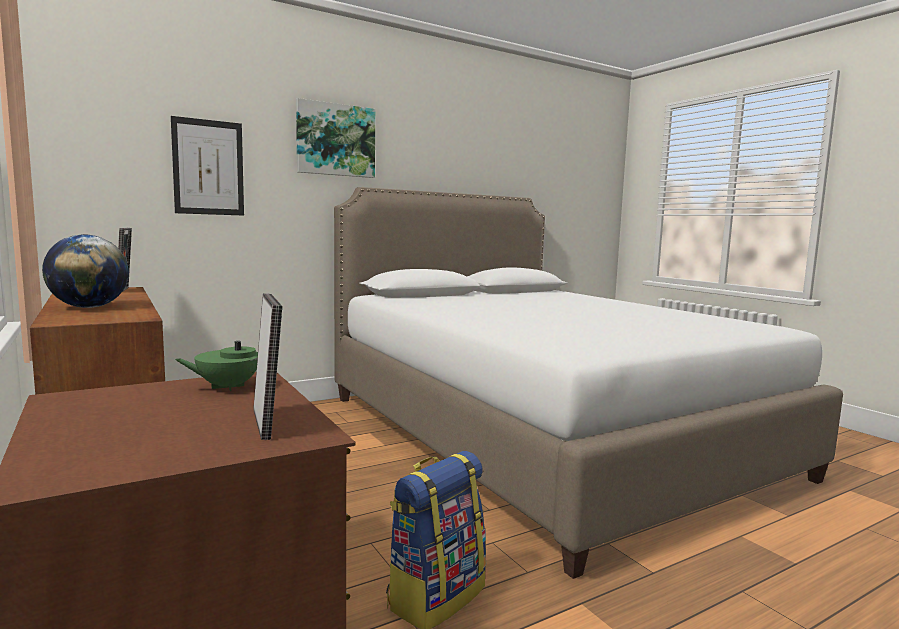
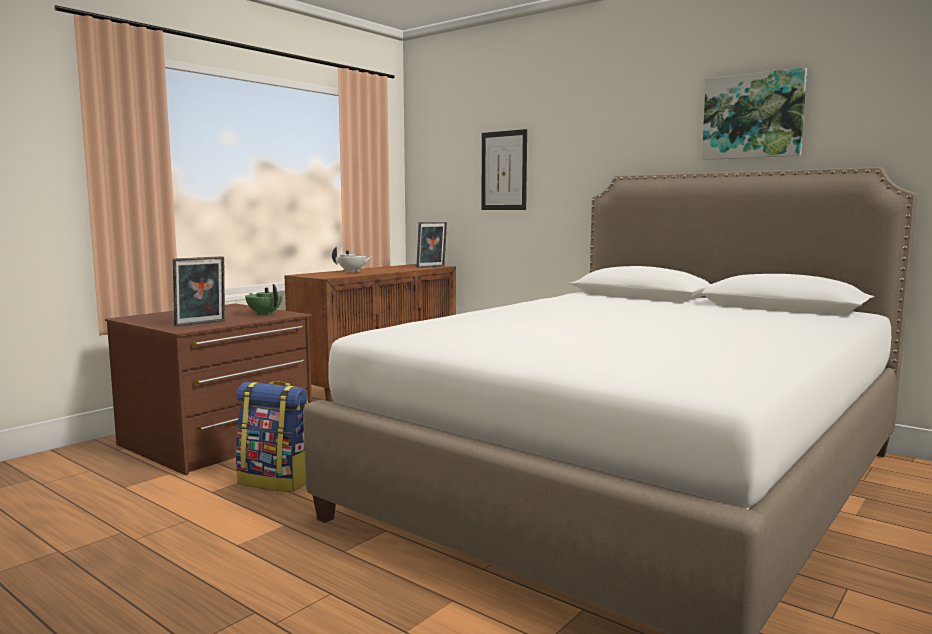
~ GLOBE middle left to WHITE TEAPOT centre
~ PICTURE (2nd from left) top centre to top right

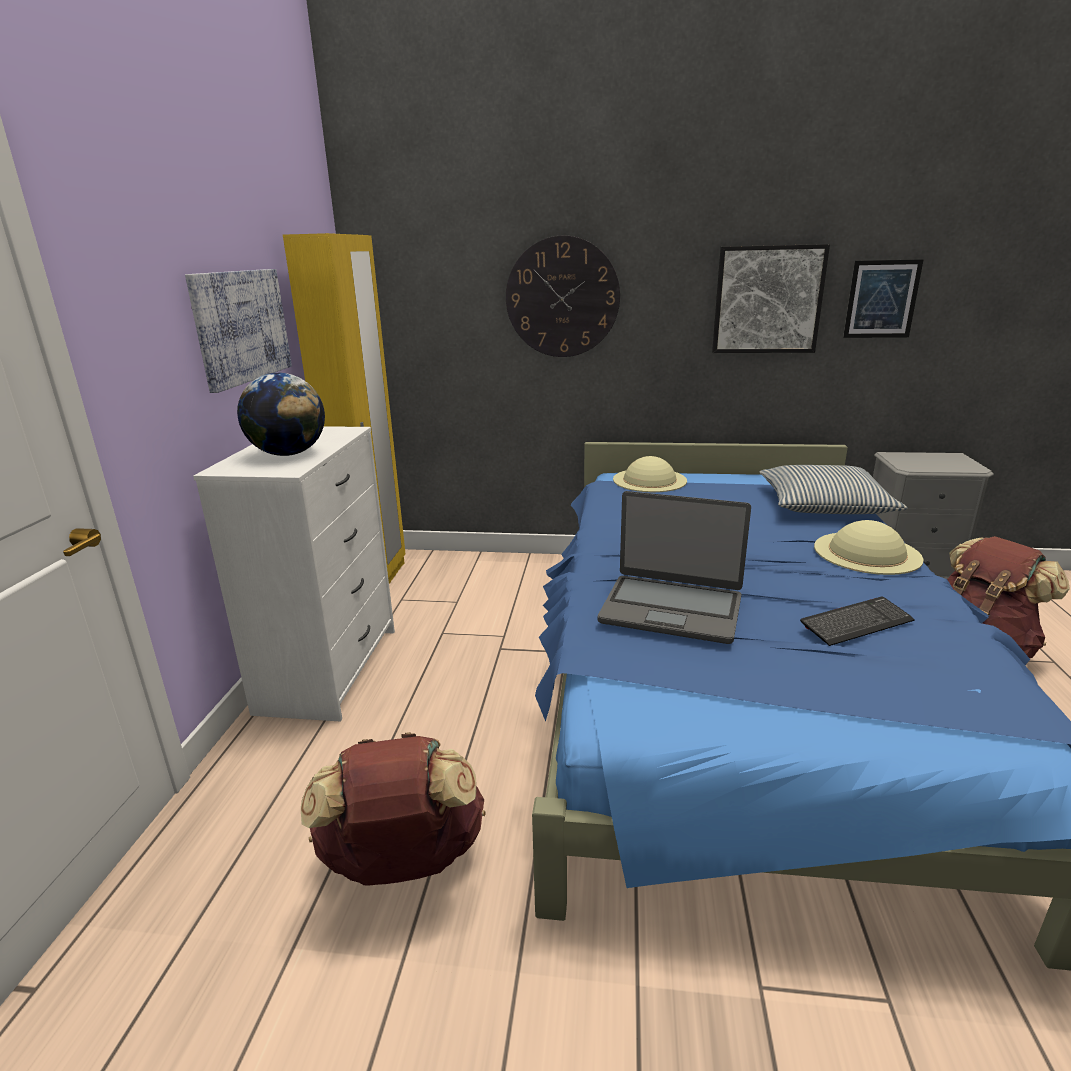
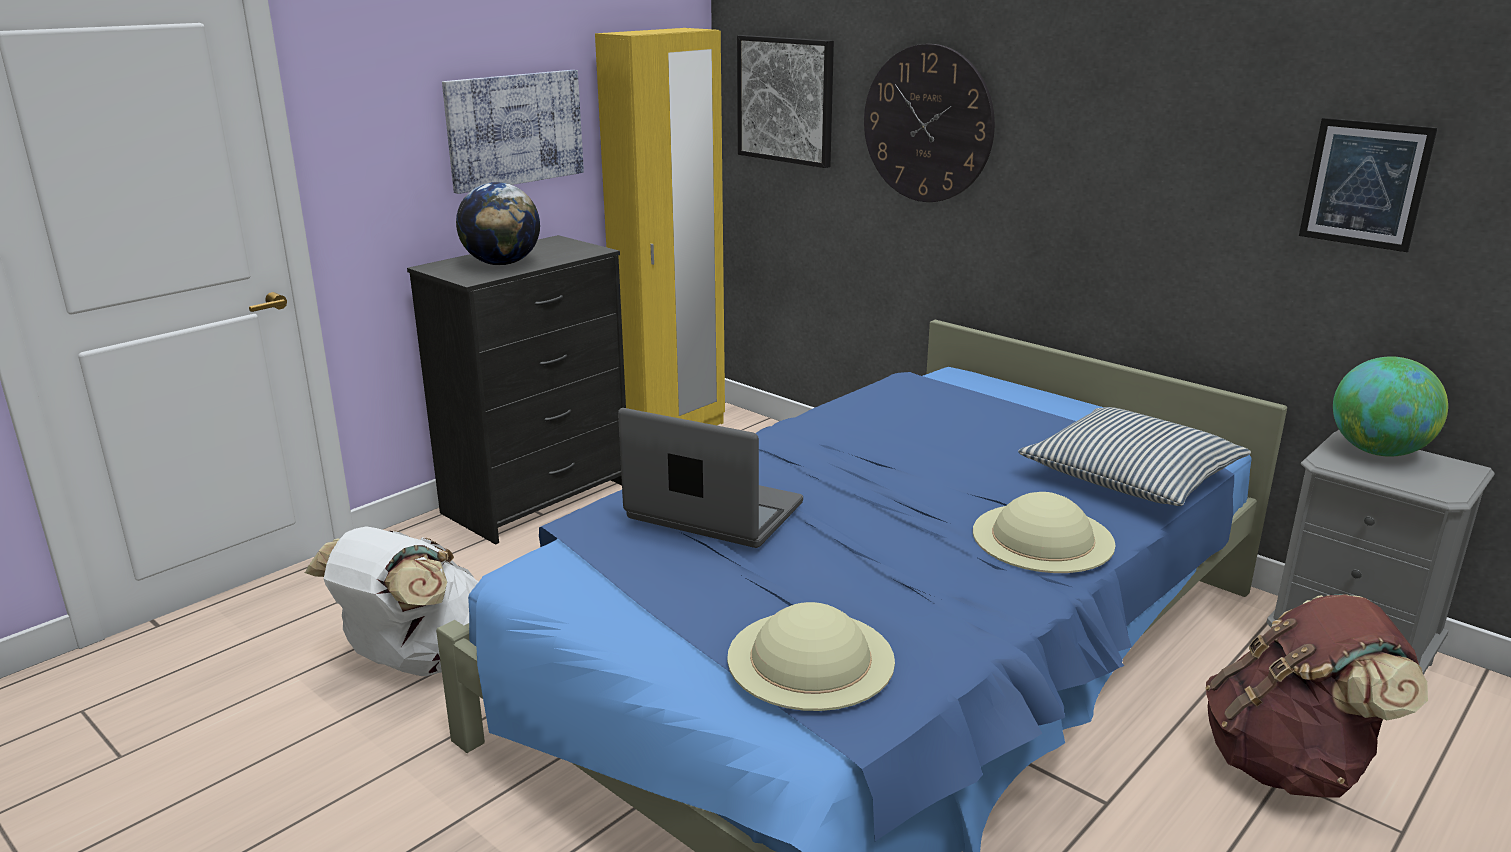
~ WHITE DRESSER middle left to BLACK DRESSER centre
~ BROWN BACKPACK (1st from left) bottom centre to WHITE BACKPACK bottom left
~ LAPTOP centre = centre 150 degrees clockwise
~ BEIGE HAT (1st from left) centre to bottom centre
~ PICTURE (2nd from left) top right to top centre
- KEYBOARD middle right
+ GLOBE (2nd from left) middle right

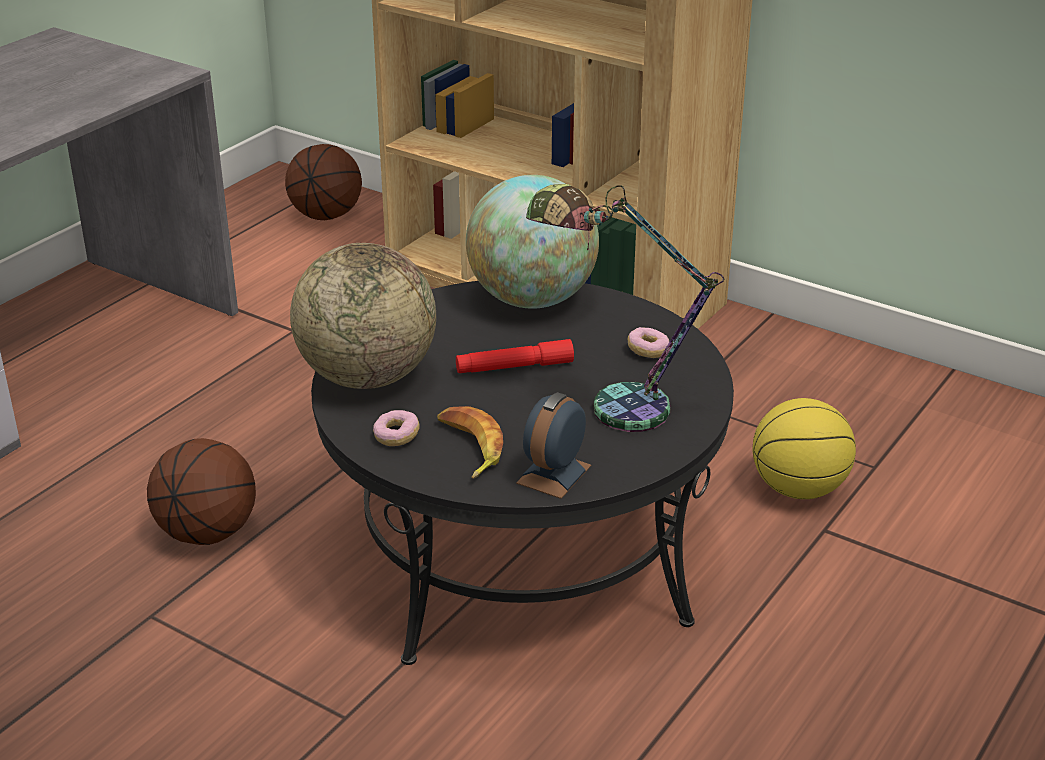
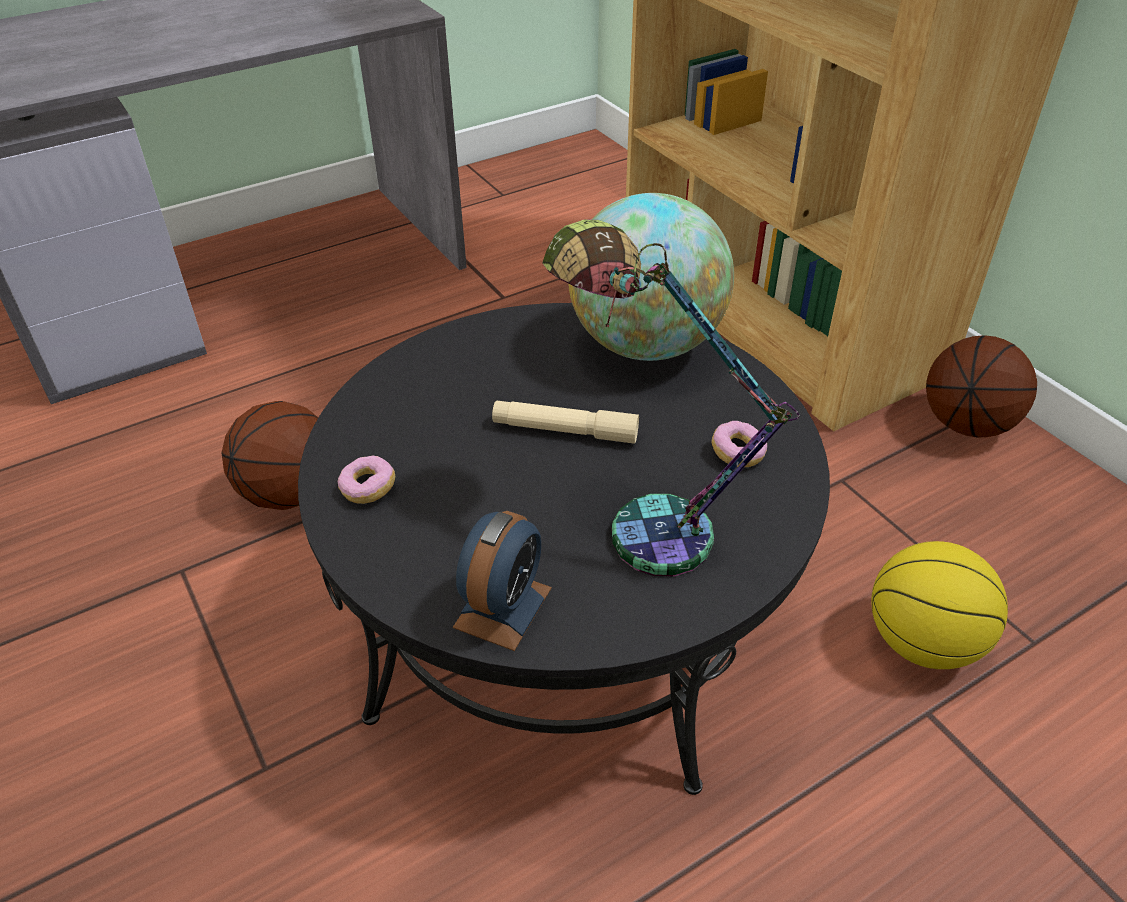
~ BASKETBALL (2nd from left in the first image) top left to BASKETBALL (3rd from left) middle right
- GLOBE (1st from left) centre
- BANANA centre
~ RED FLASHLIGHT centre to BEIGE FLASHLIGHT centre
~ ALARM CLOCK centre = centre 150 degrees clockwise

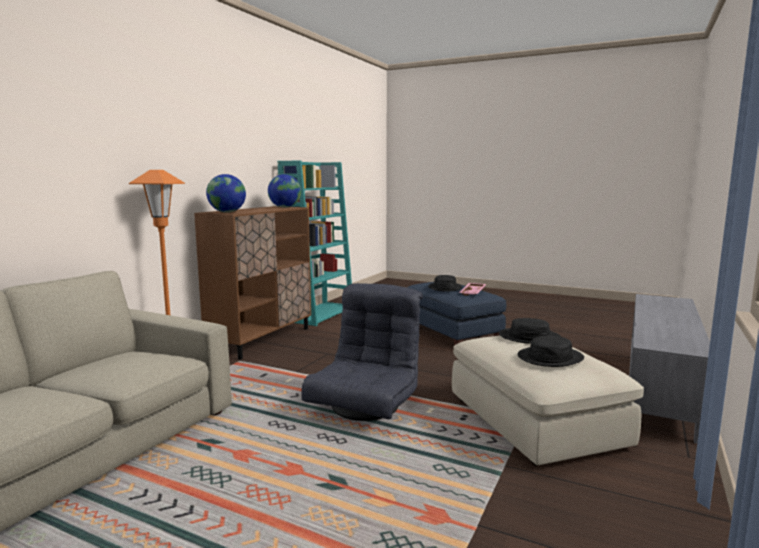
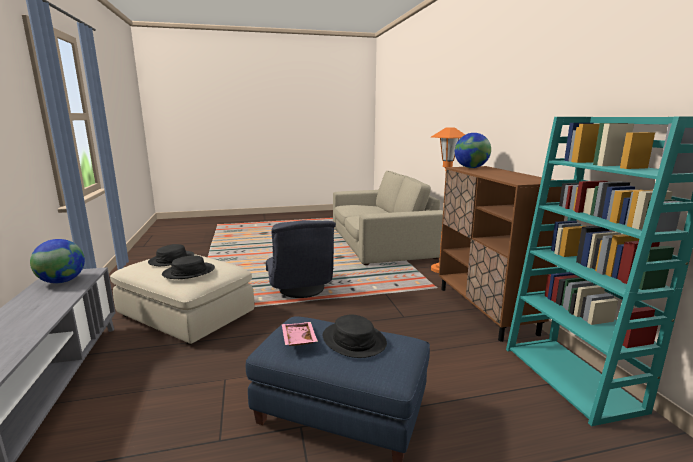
~ GLOBE (2nd from left in the first image) centre to GLOBE (1st from left) middle left

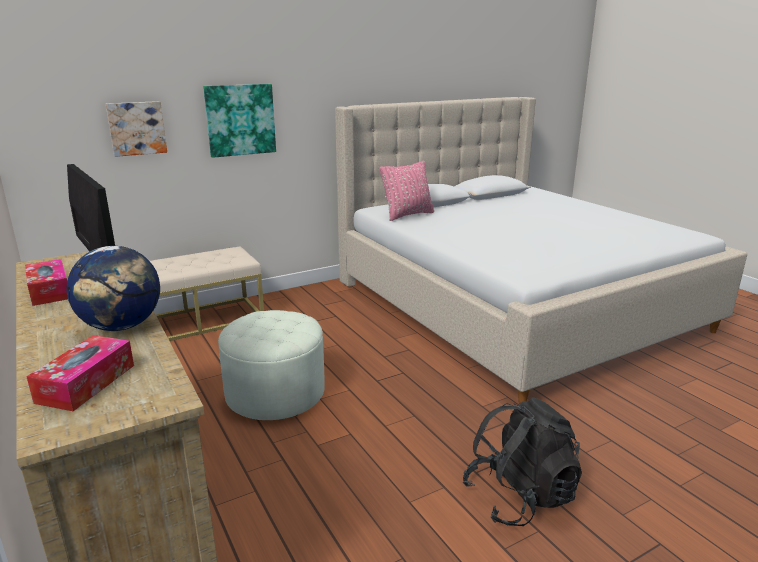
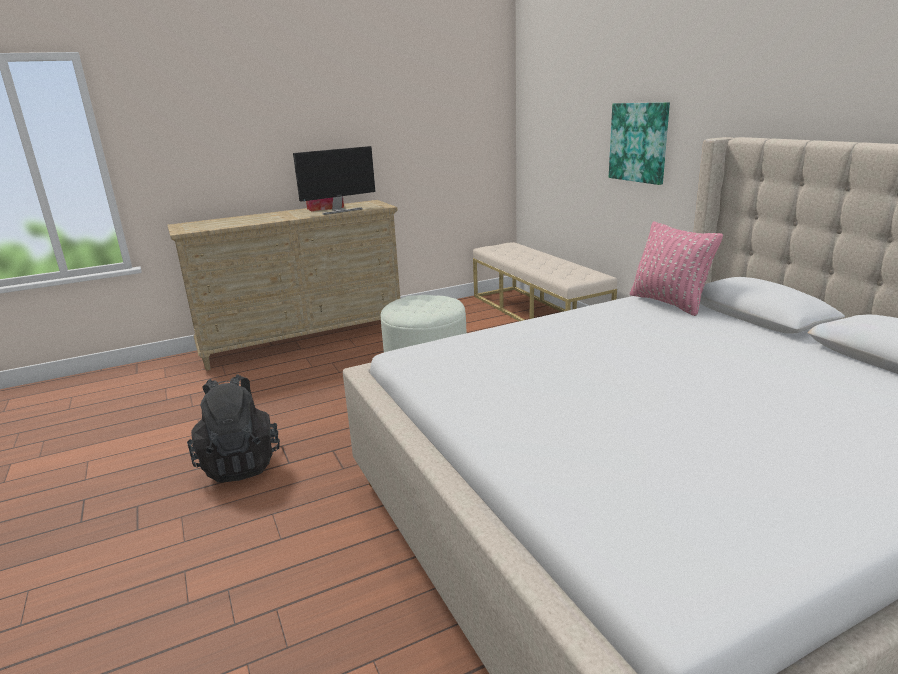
- TISSUE BOX (2nd from left) middle left
- GLOBE middle left
- PICTURE (1st from left) top left

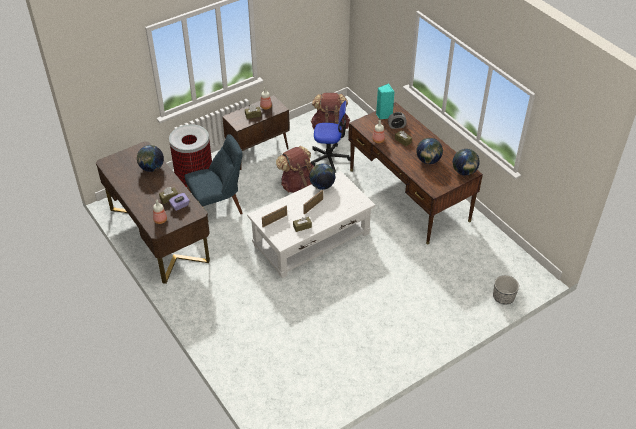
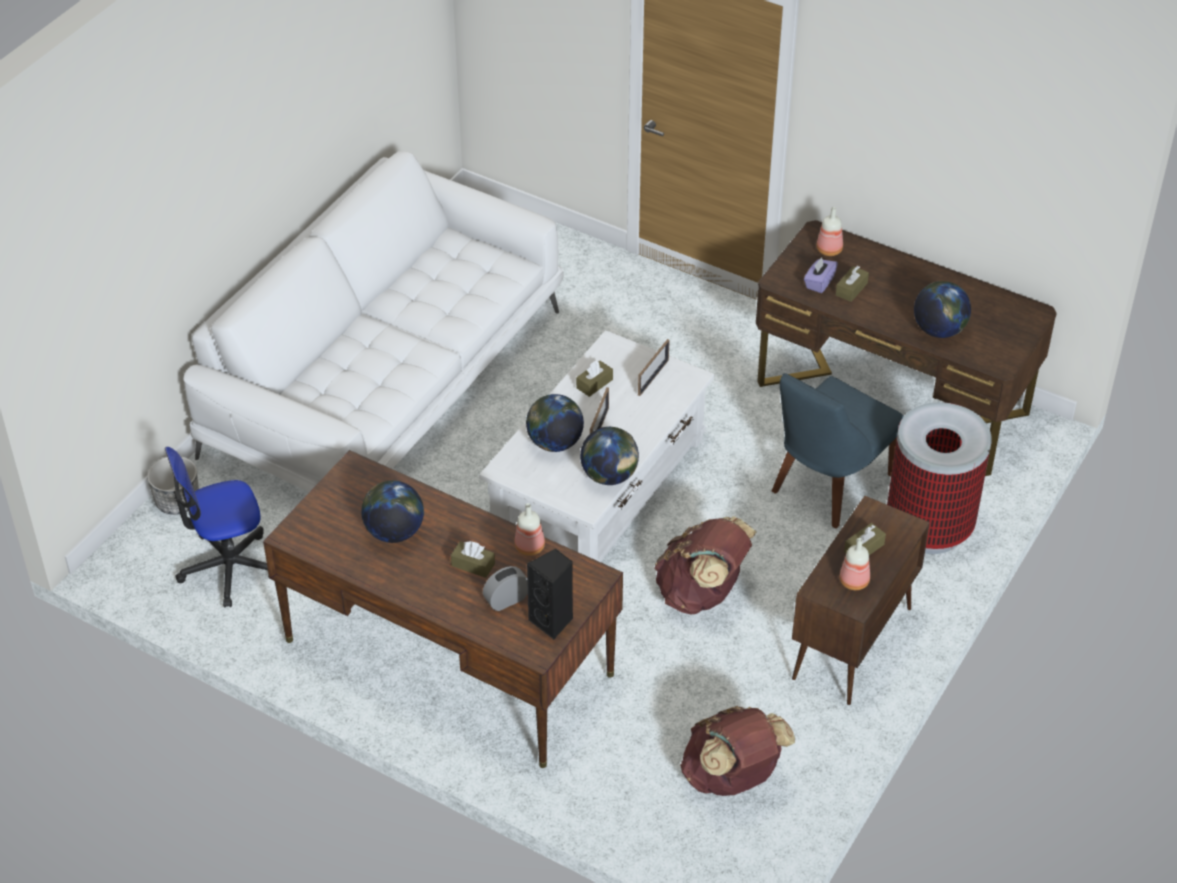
~ OFFICE CHAIR top centre to middle left
~ TURQUOISE SPEAKER top centre to BLACK SPEAKER bottom centre
~ GLOBE (4th from left in the first image) middle right to GLOBE (2nd from left) centre
+ WHITE SOFA middle left

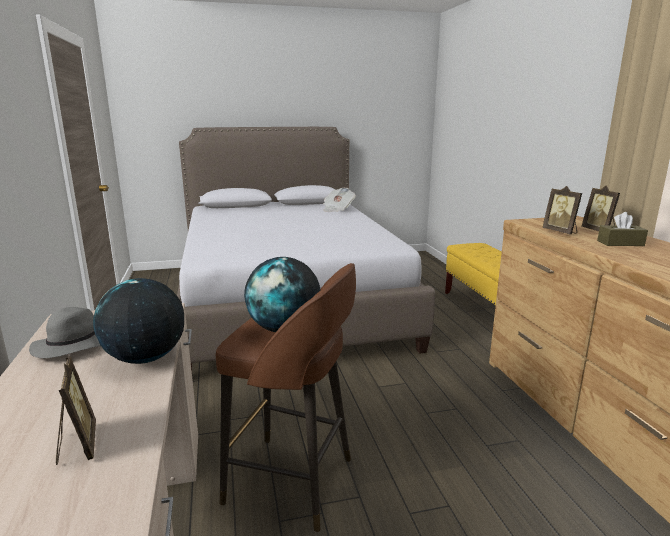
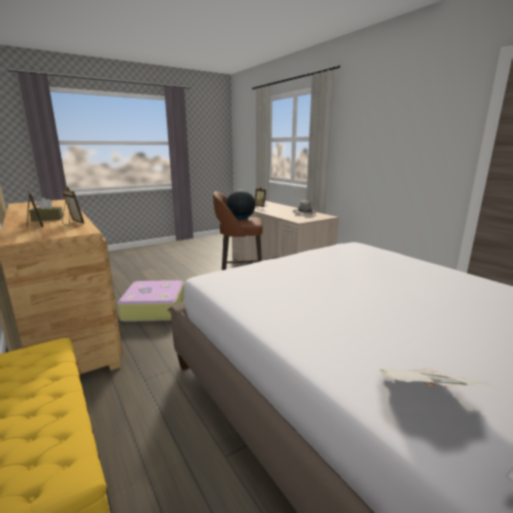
- GLOBE (1st from left) middle left
+ SUITCASE middle left

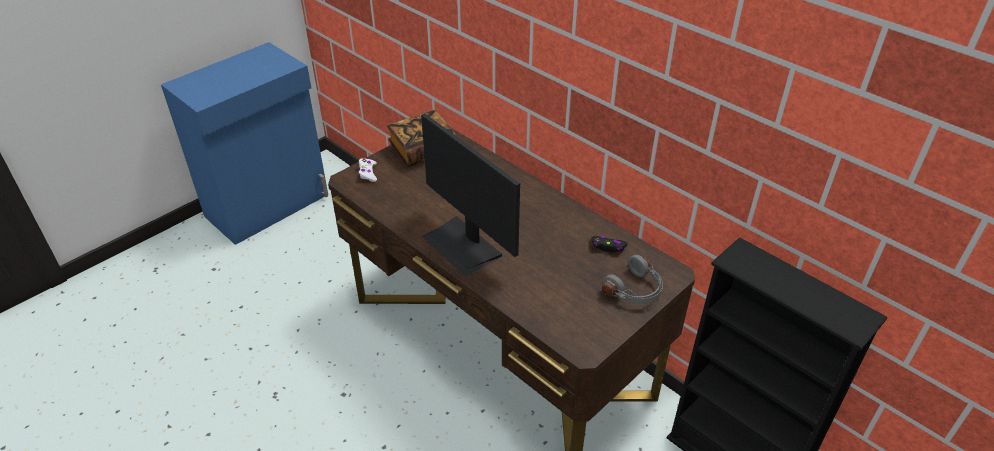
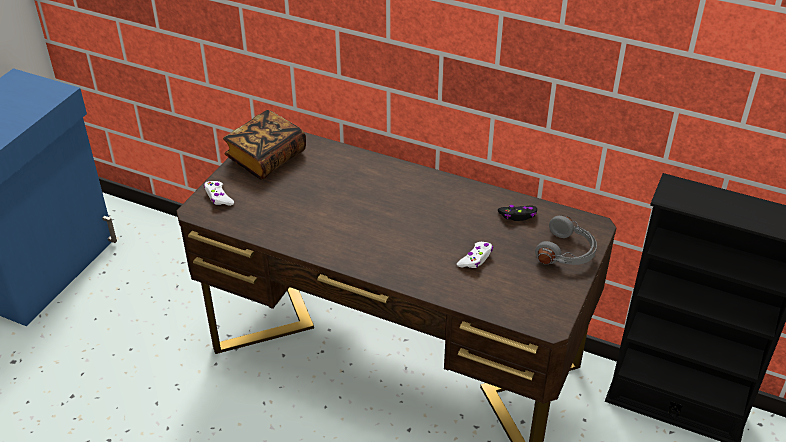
- MONITOR centre
+ WHITE GAME CONTROLLER (2nd from left) centre

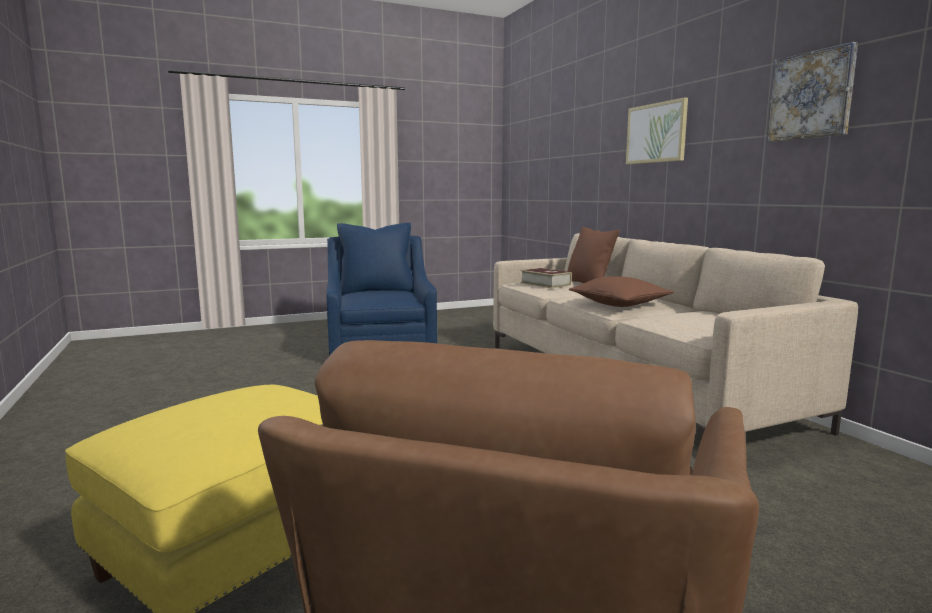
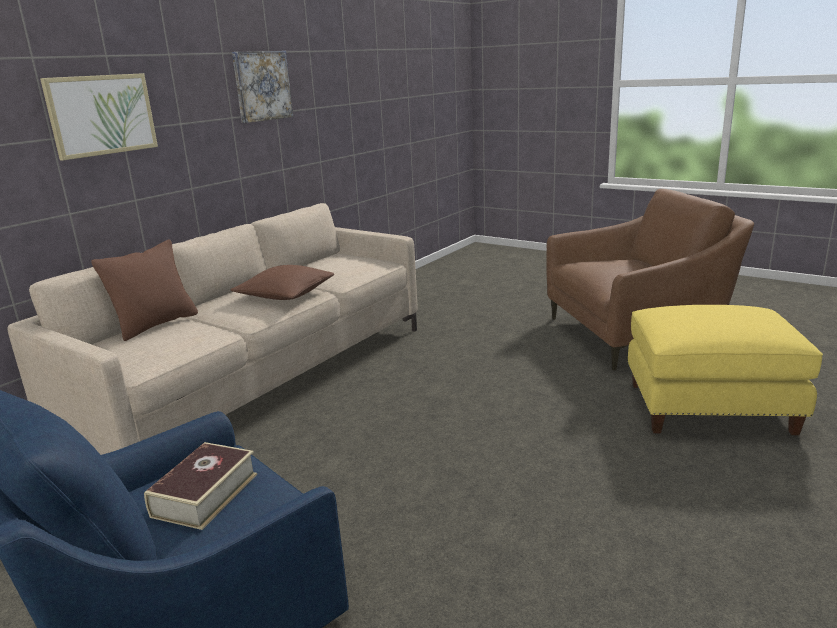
~ BOOK centre to bottom left

